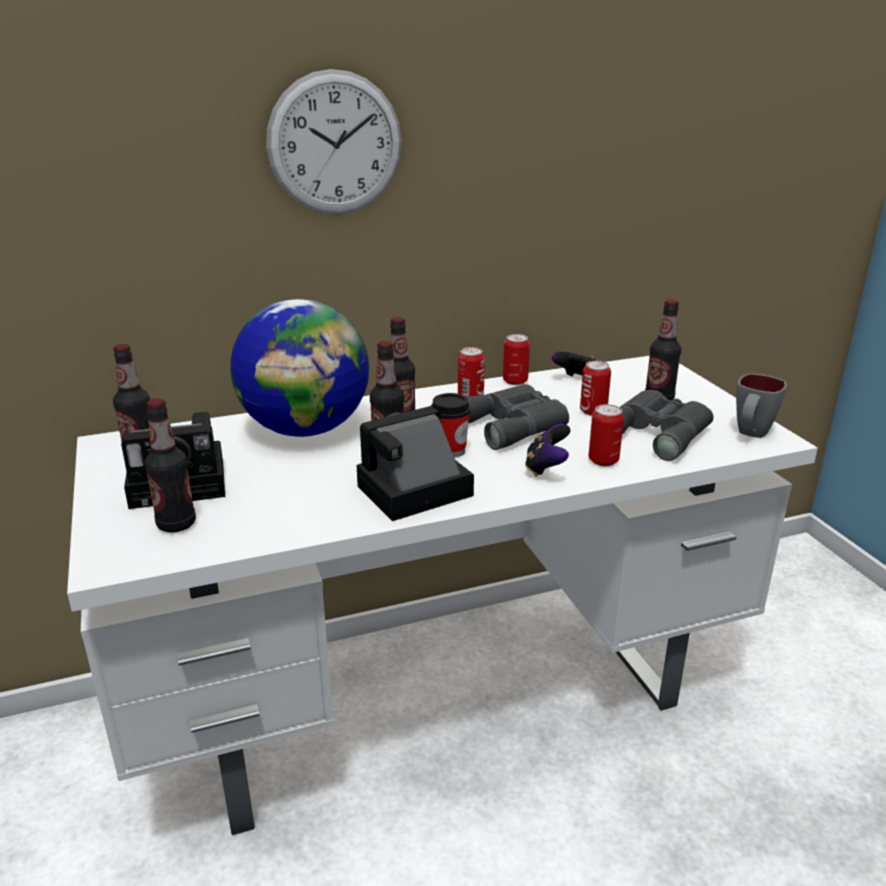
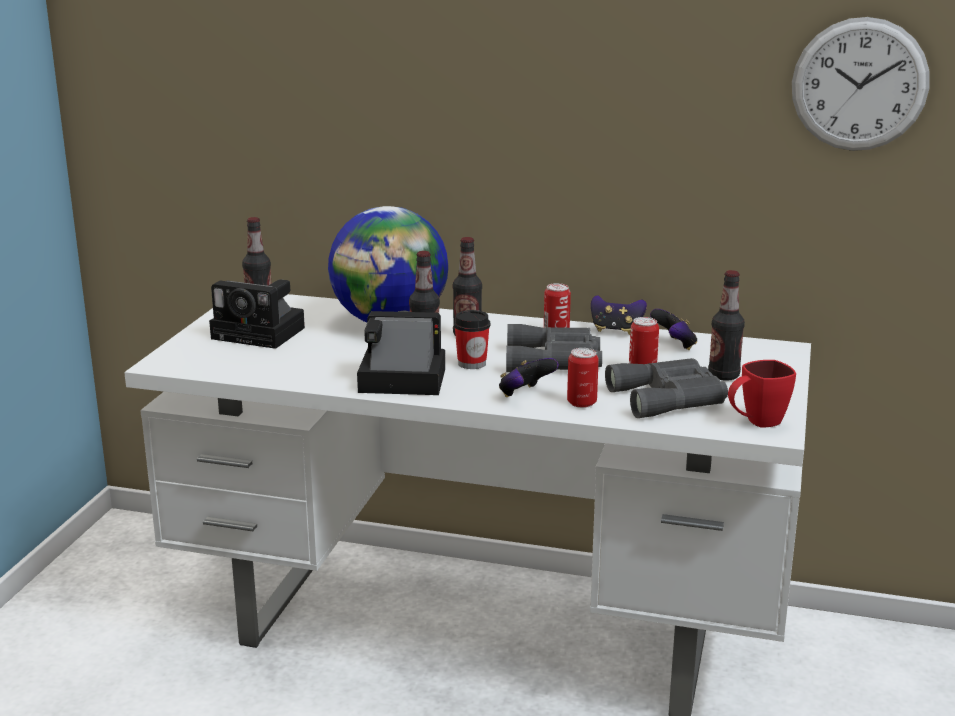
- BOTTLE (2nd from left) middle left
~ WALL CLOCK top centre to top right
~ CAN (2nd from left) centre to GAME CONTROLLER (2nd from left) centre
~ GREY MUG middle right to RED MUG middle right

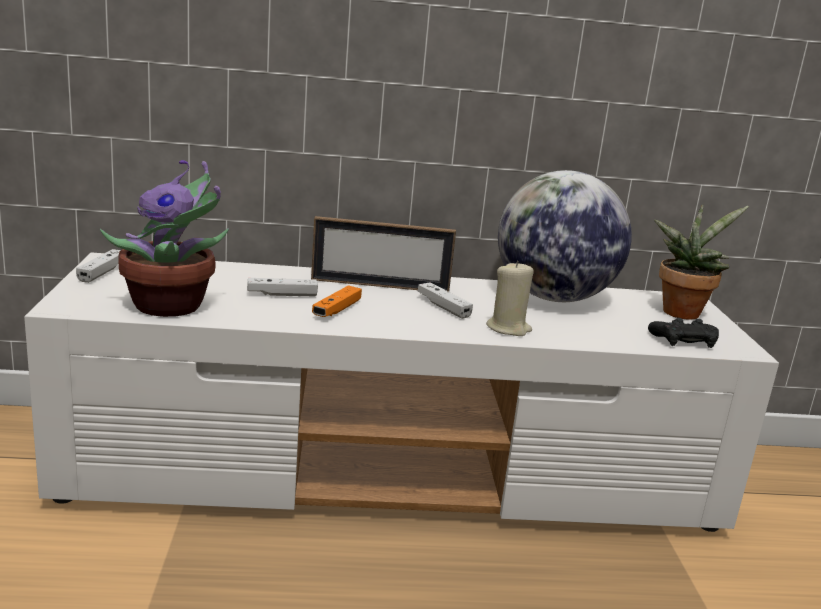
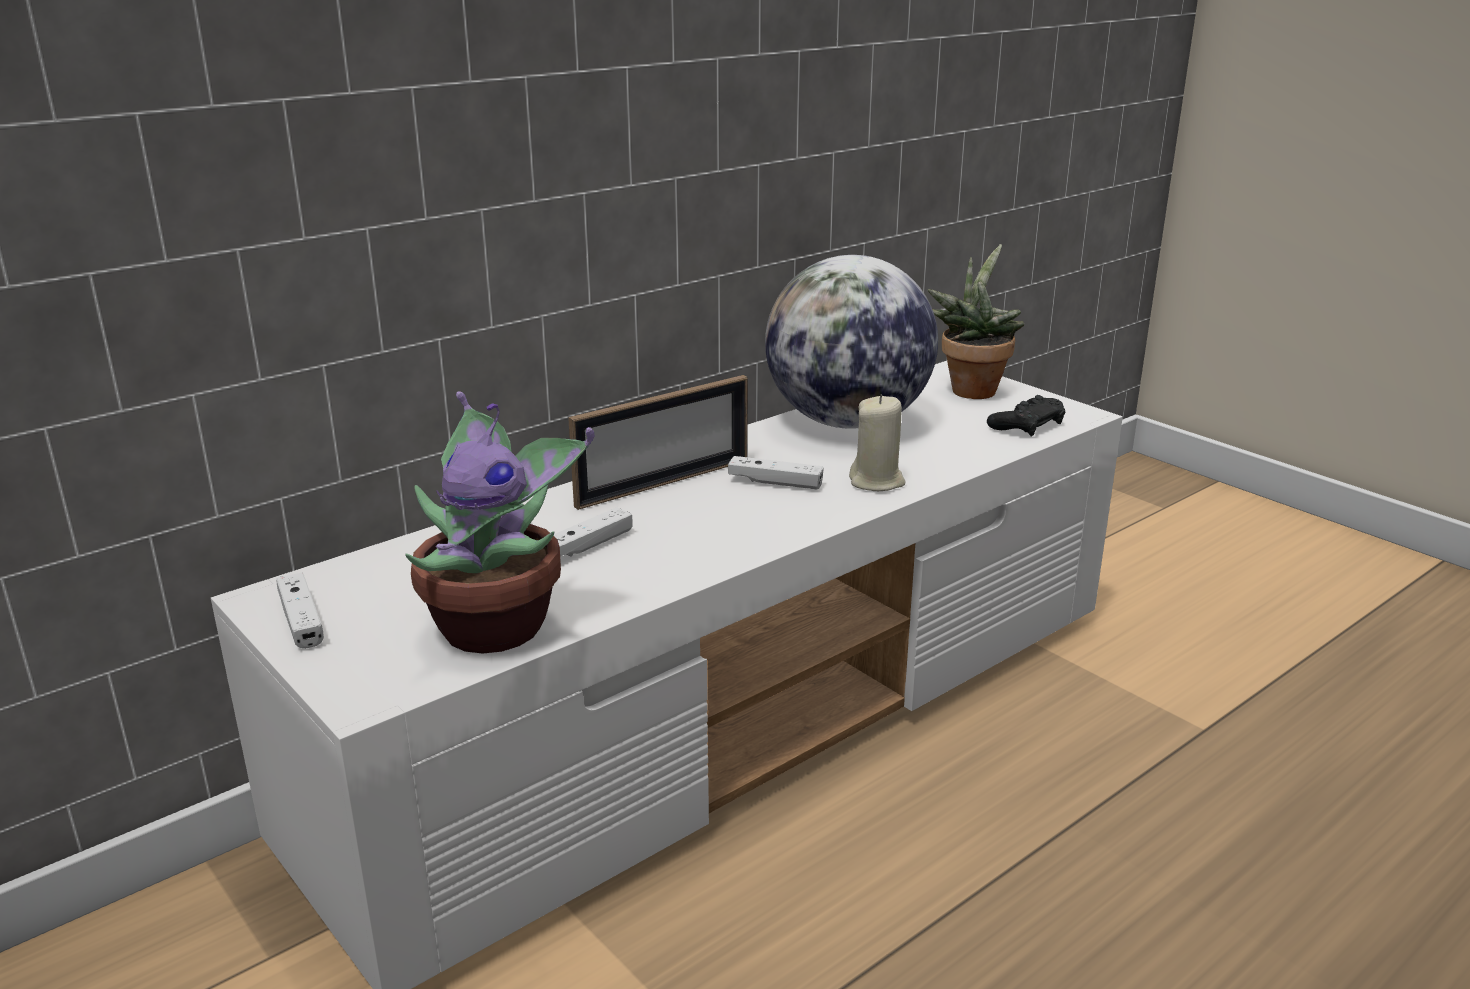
- ORANGE GAME CONTROLLER centre

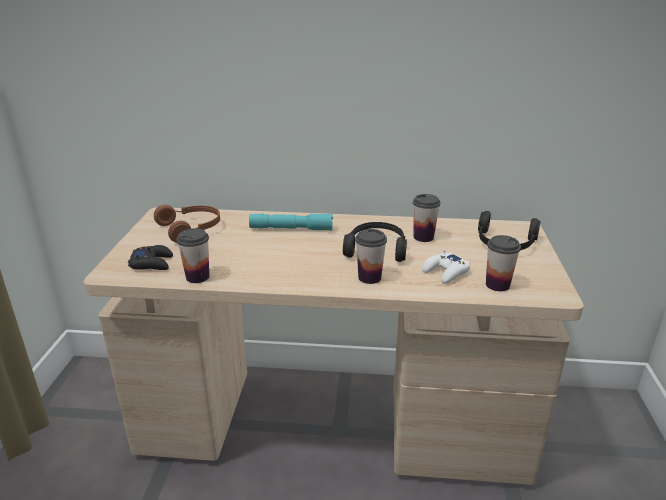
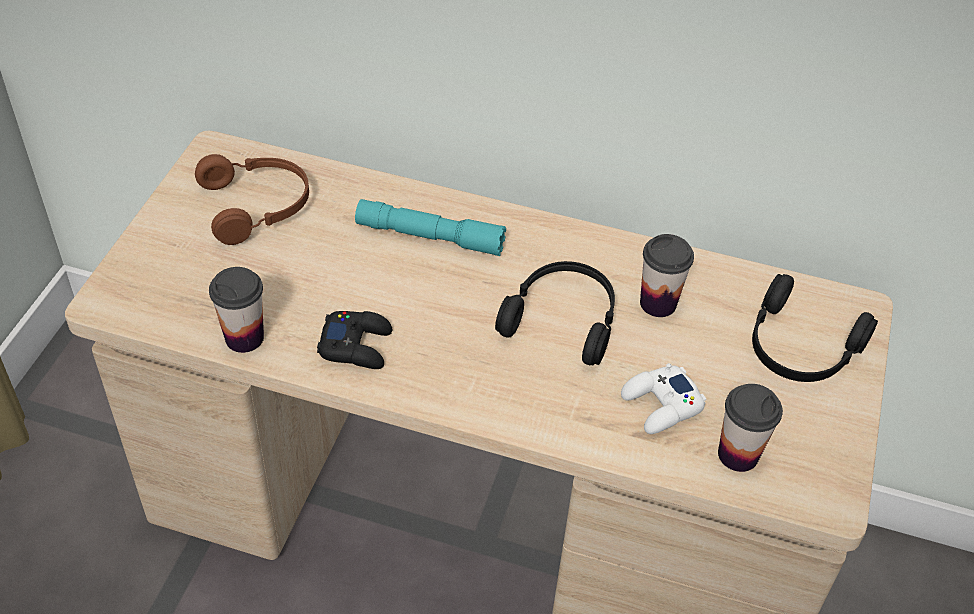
~ BLACK GAME CONTROLLER middle left to centre
- CUP (2nd from left) centre

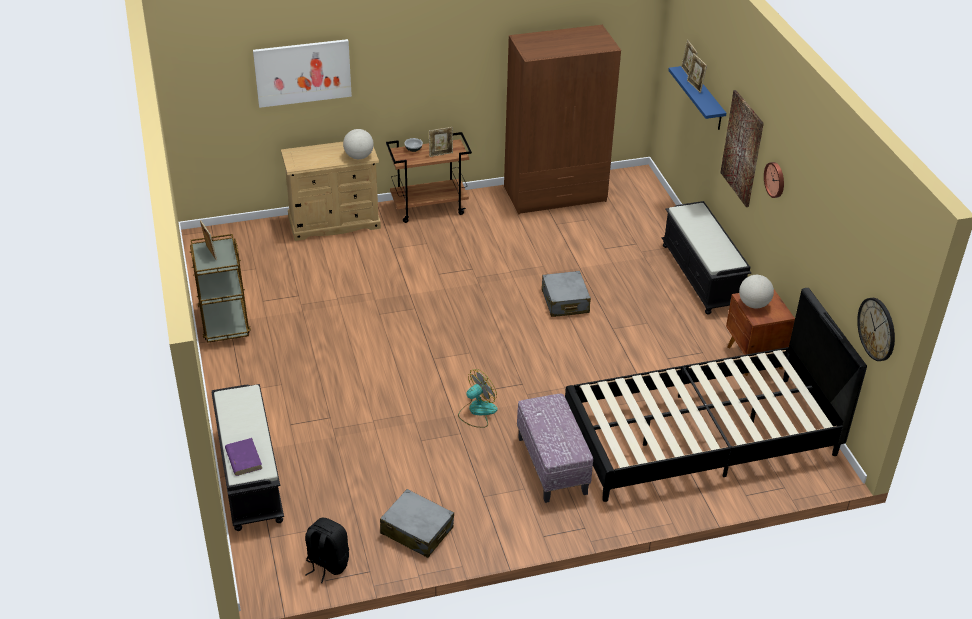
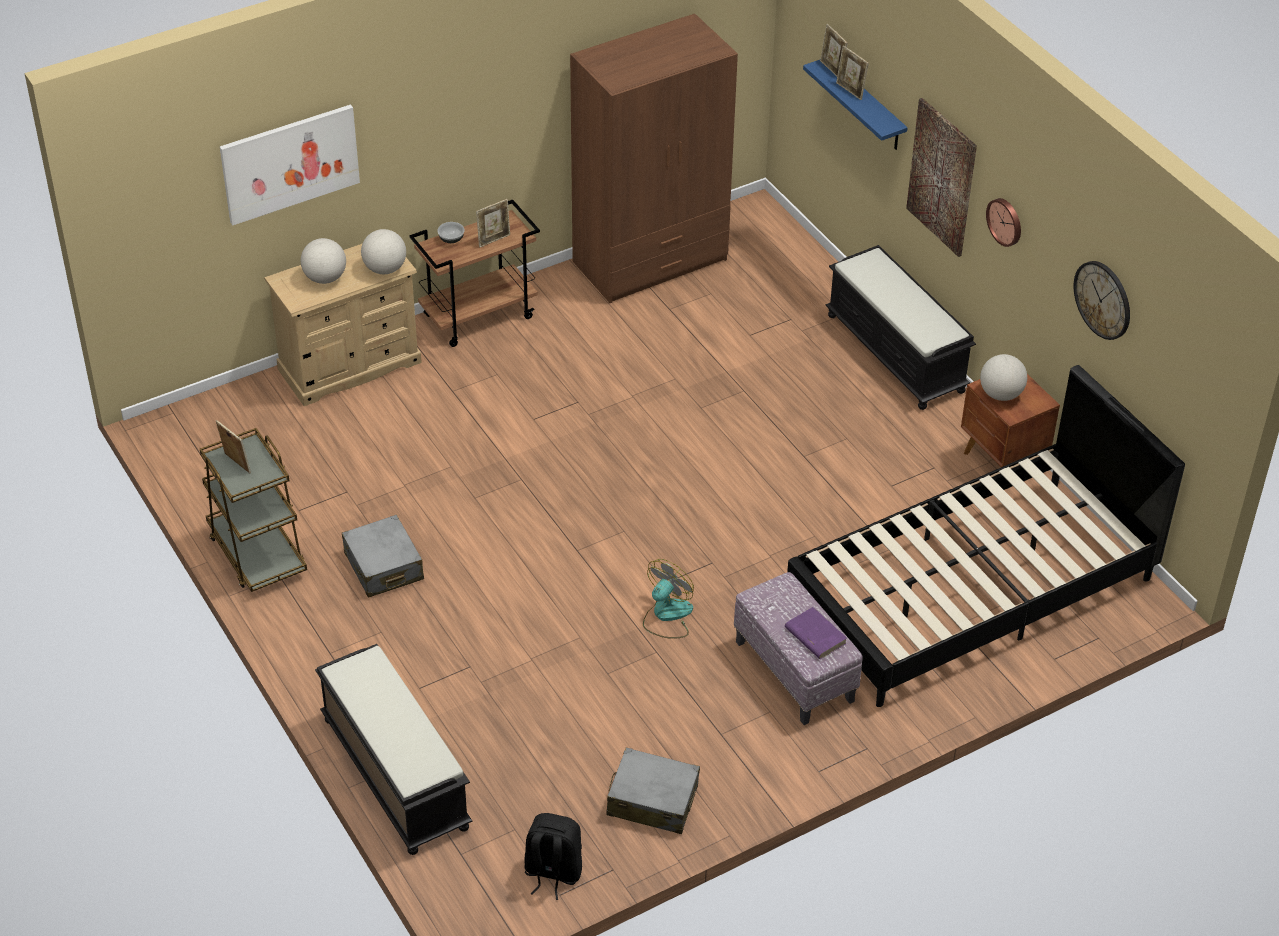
~ PURPLE BOOK bottom left to bottom centre
~ GREY SUITCASE (2nd from left in the first image) centre to GREY SUITCASE (1st from left) middle left
~ WALL CLOCK (2nd from left) middle right to top right
+ GLOBE (1st from left) top left

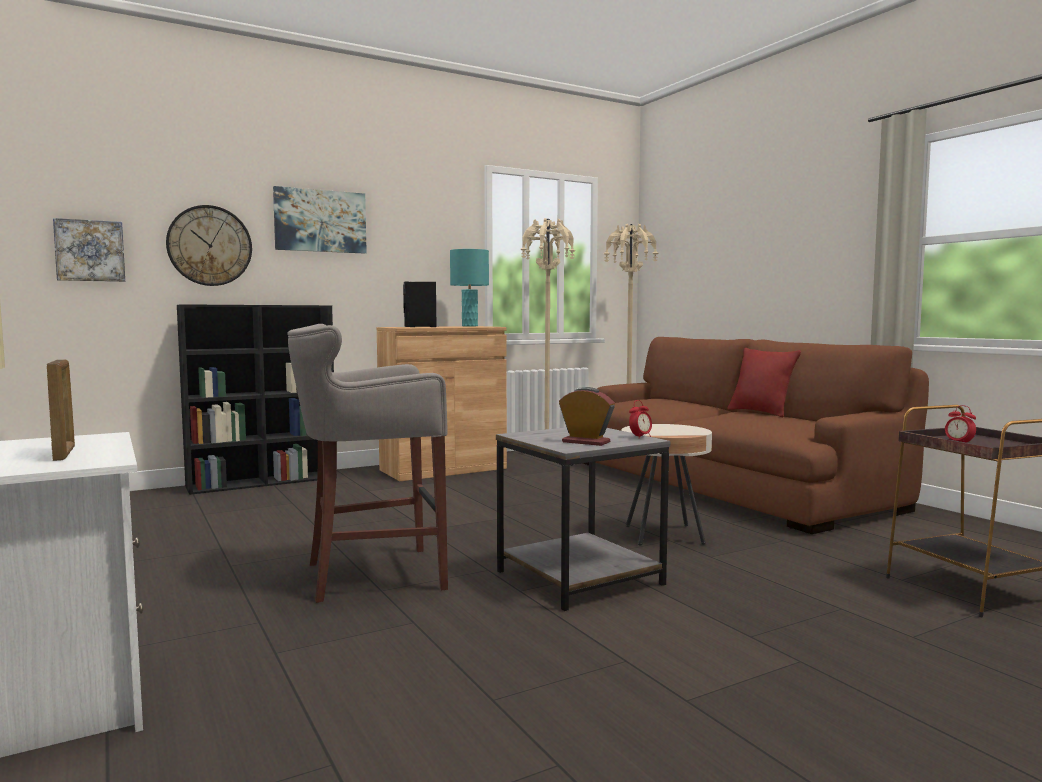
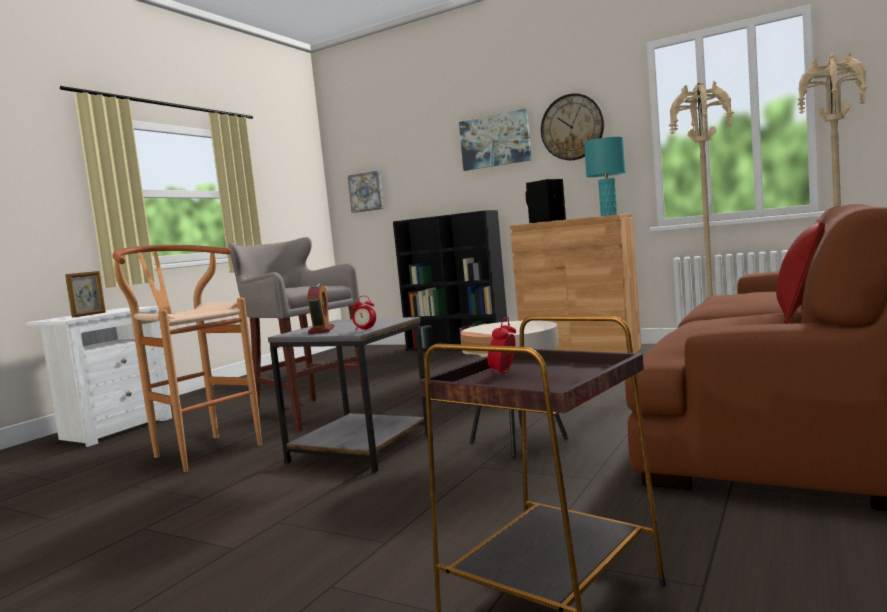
~ WALL CLOCK top left to top centre
+ BROWN STOOL middle left

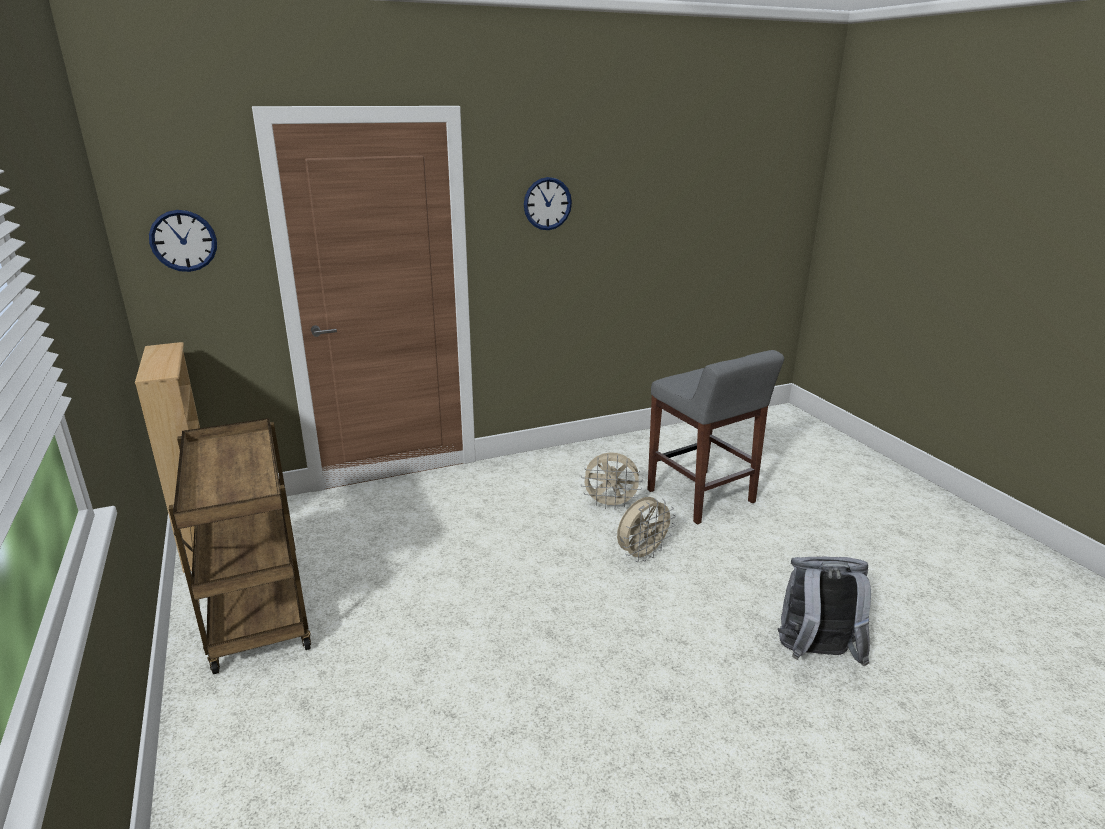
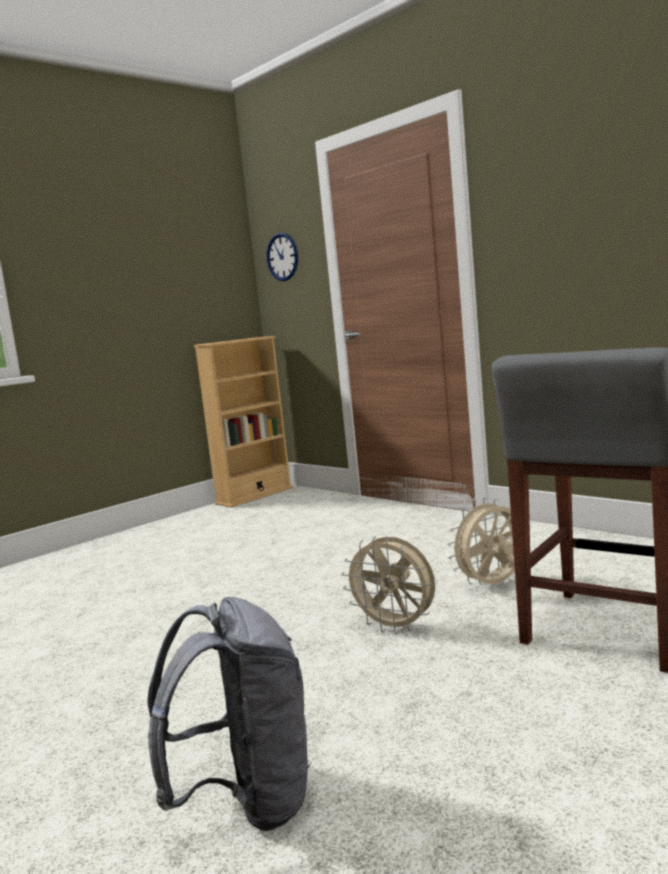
- BROWN CART middle left
- WALL CLOCK (2nd from left) top centre
~ BEIGE FAN (1st from left in the first image) centre = middle right 75 degrees clockwise

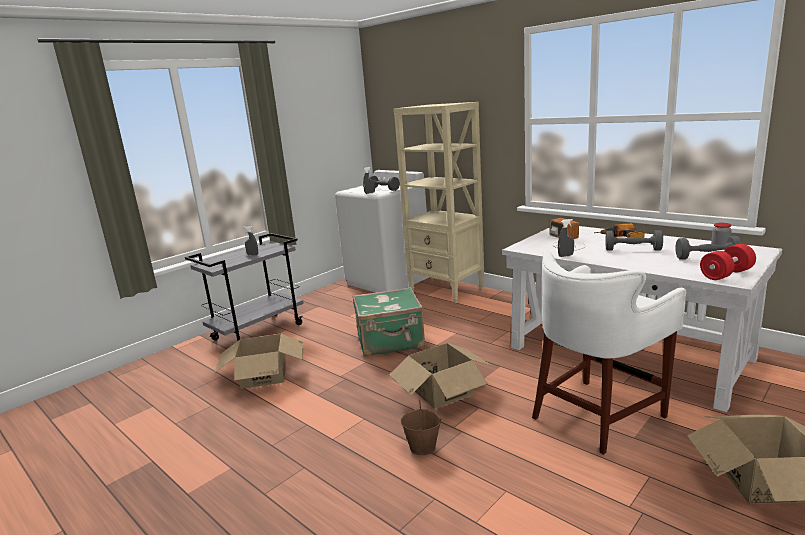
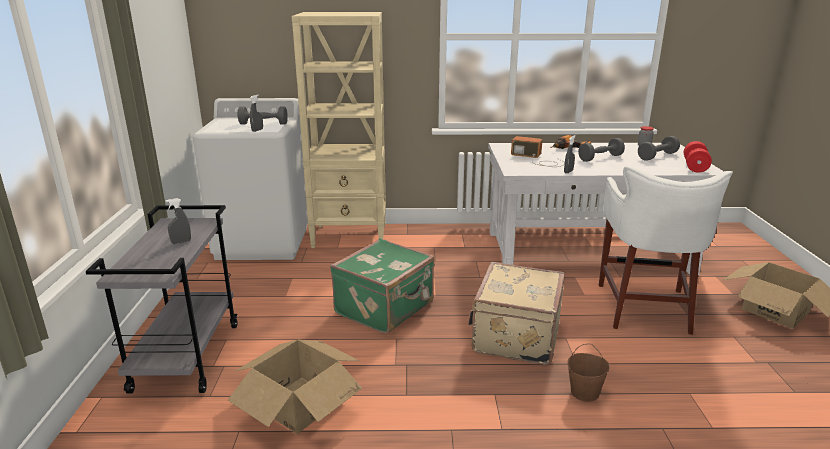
~ CARDBOARD BOX (2nd from left) bottom centre to BEIGE SUITCASE bottom centre

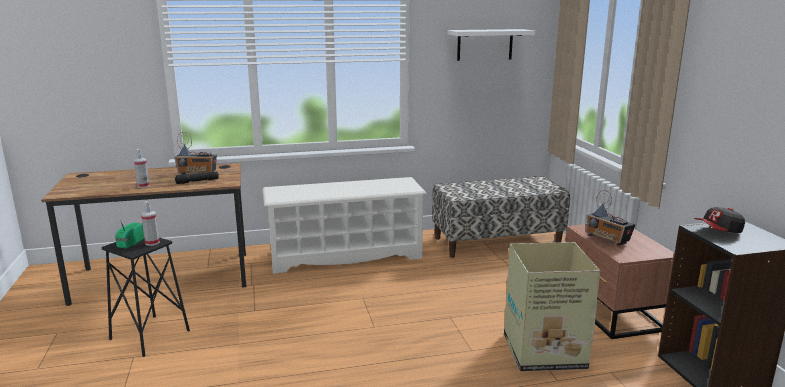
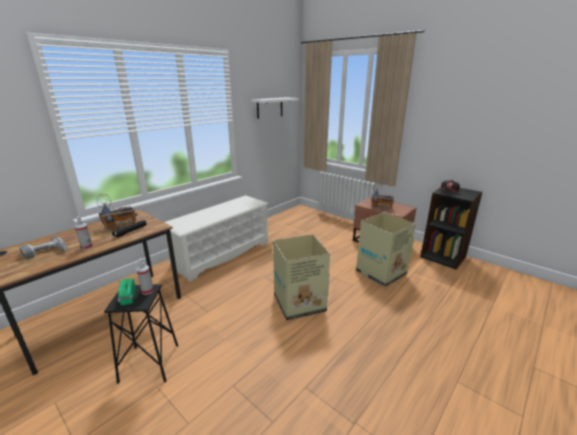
- BENCH centre
+ POWER DRILL middle left
+ CARDBOARD BOX (1st from left) centre

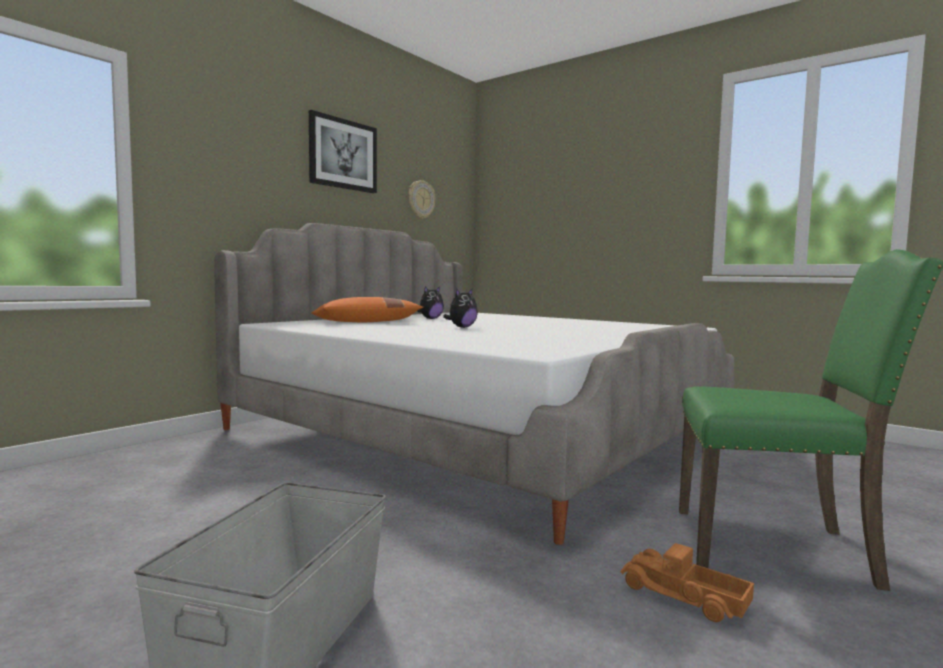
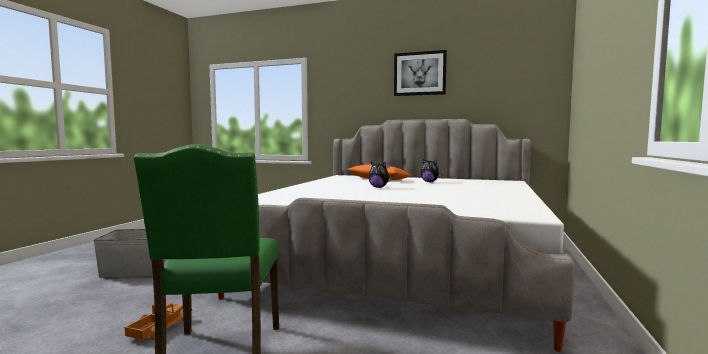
- WALL CLOCK top centre

